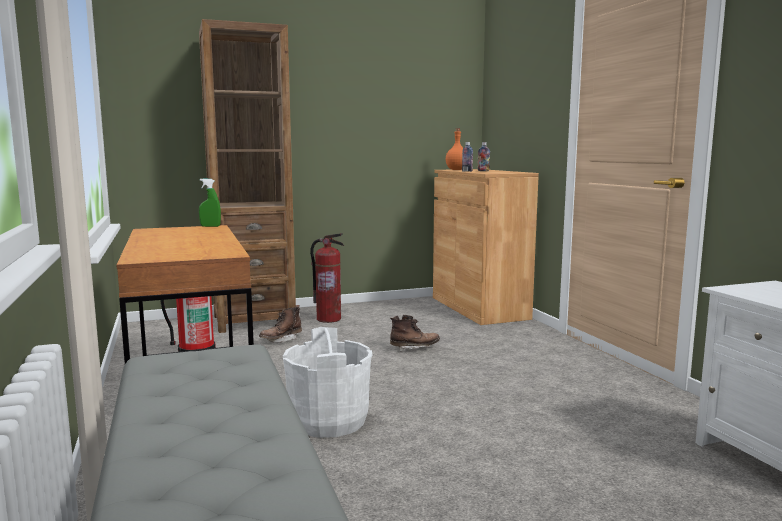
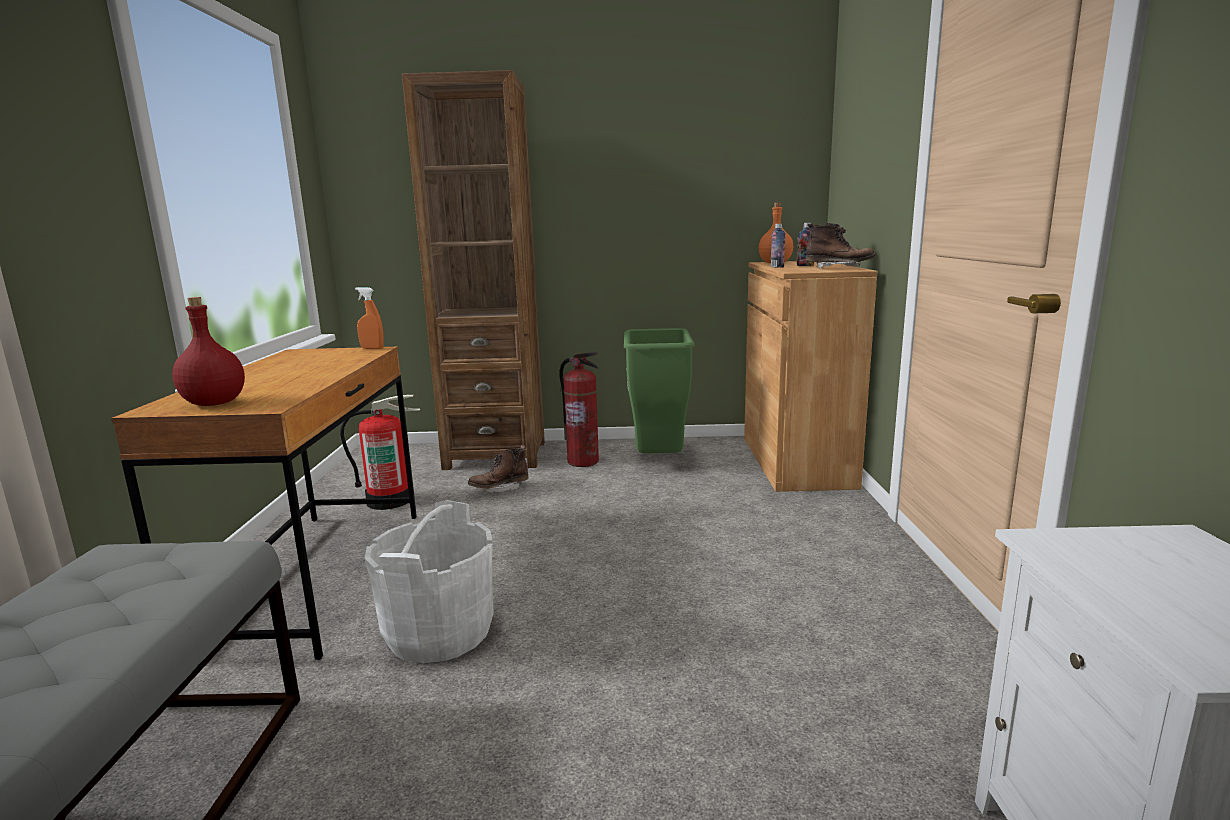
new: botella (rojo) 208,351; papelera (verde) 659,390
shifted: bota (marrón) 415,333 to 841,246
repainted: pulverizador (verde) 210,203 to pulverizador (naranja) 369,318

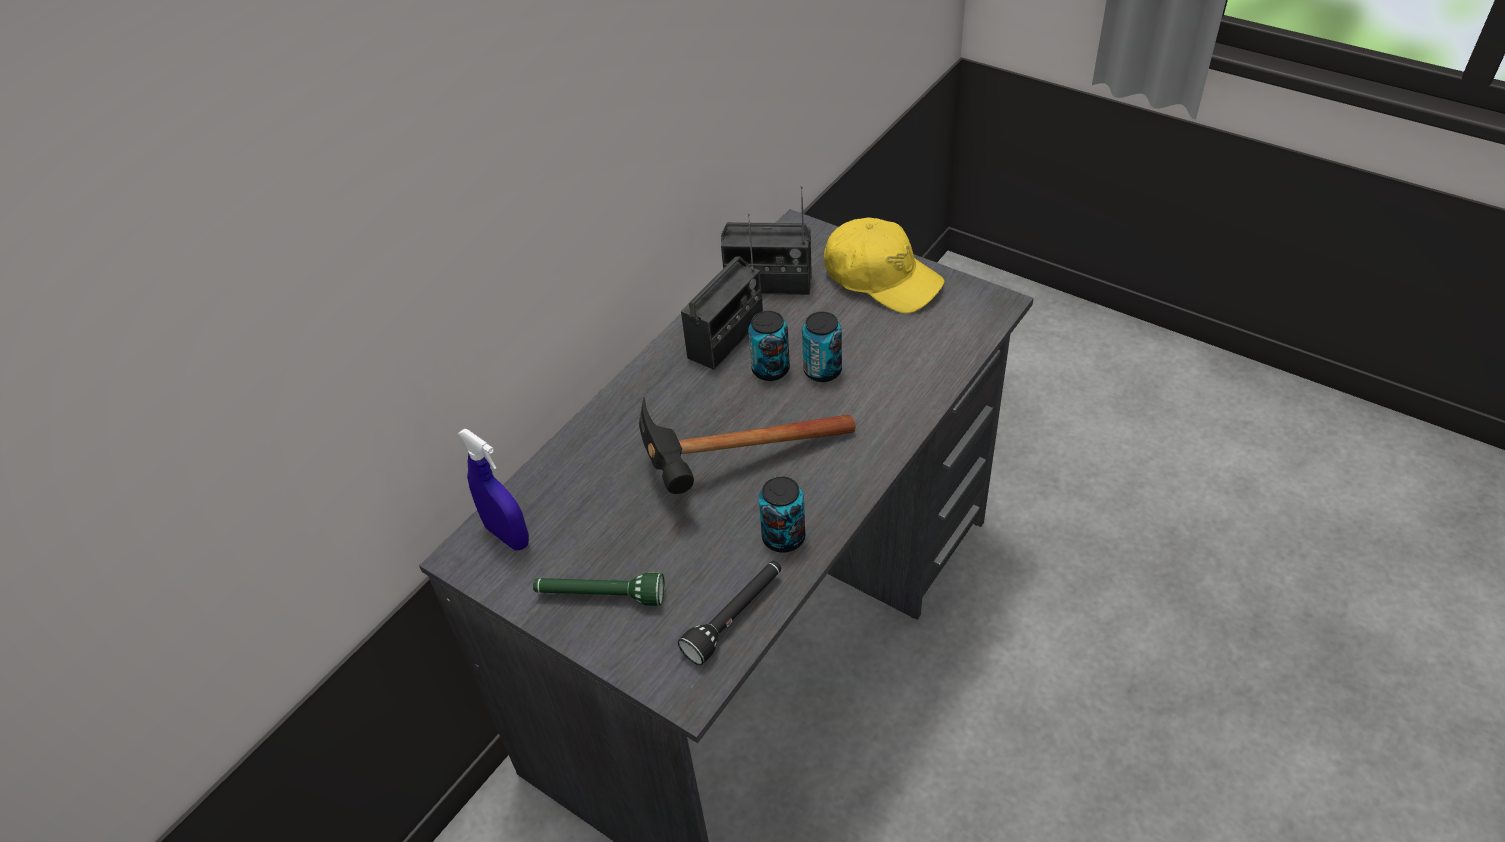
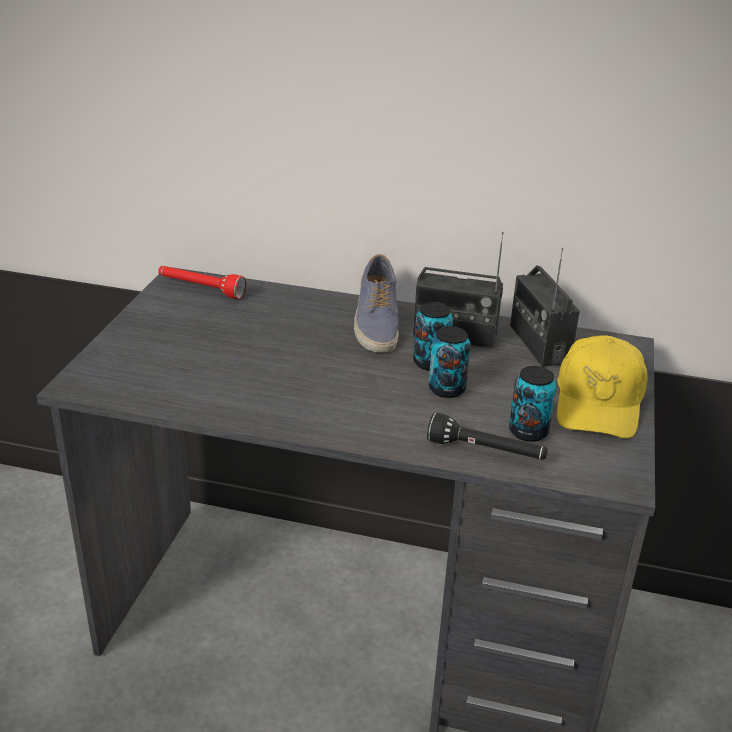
gone: linterna (verde) 599,589; martillo 747,445
new: zapato 376,303
shifted: linterna (negro) 729,613 to 487,436; lata 782,514 to 533,404
swapped: pulverizador (azul) 493,489 to linterna (rojo) 202,282

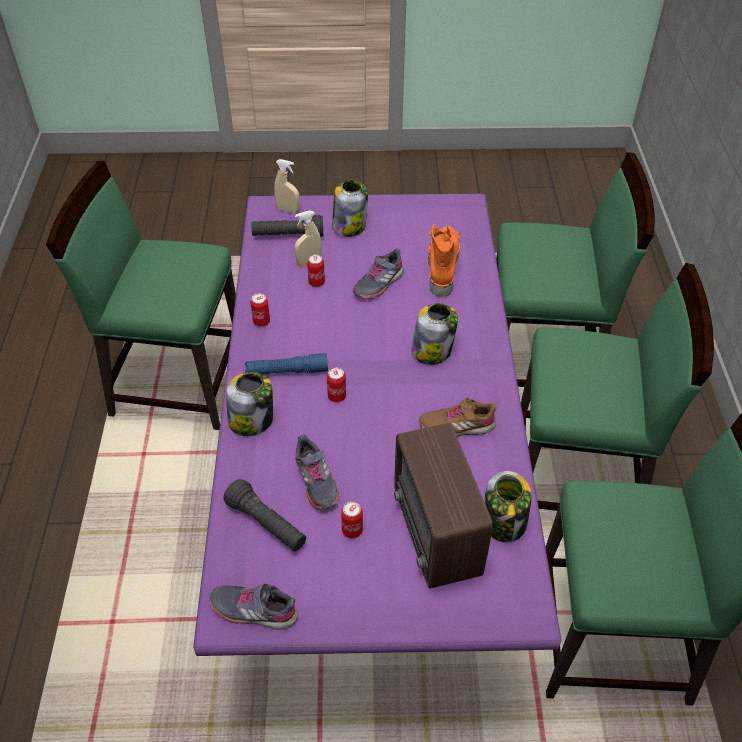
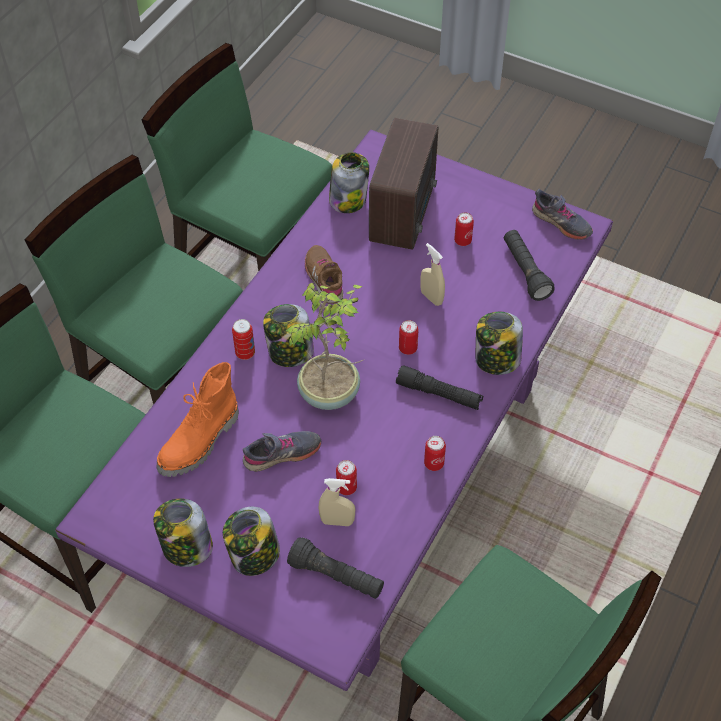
gone: zapato (gris) 317,472
new: tarro 183,532; lata 243,339; planta en maceta 324,346
shifted: pulverizador (beis) 287,186 to 432,274
repainted: linterna (azul) 286,364 to linterna (negro) 439,387
rotated: zapato (marrón) 457,417 = 324,274 135 degrees counterclockwise

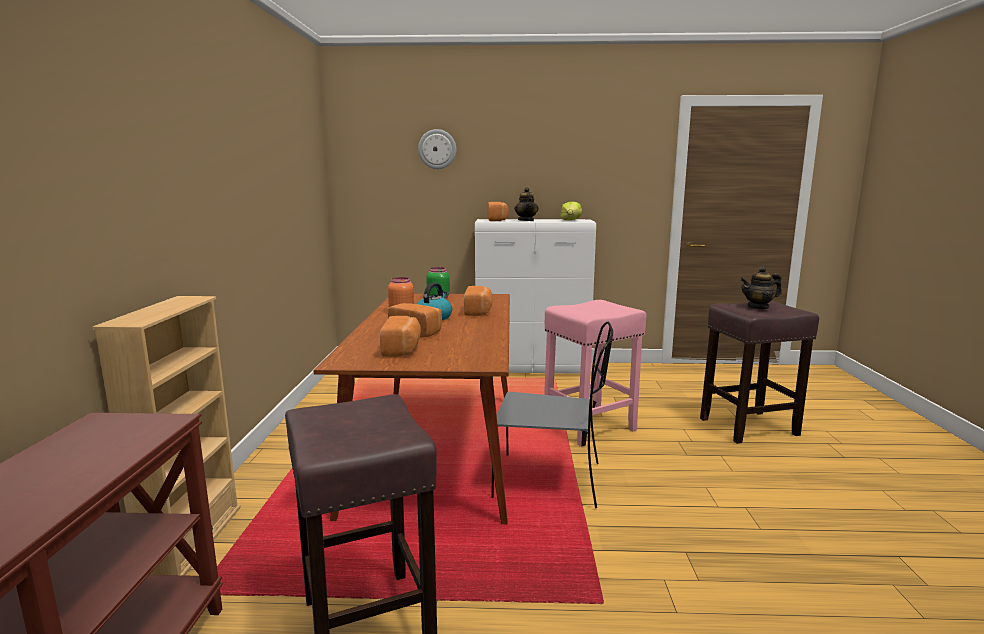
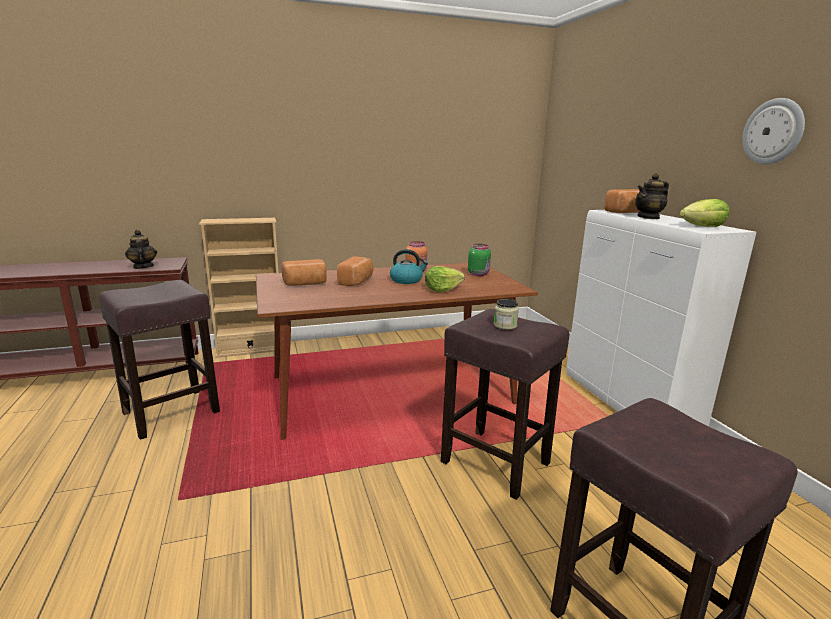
gone: silla (gris) 552,415
new: tarro 506,314
shifted: reloj de pared 437,149 to 773,131; tetera 761,288 to 141,249
swapped: pan 478,301 to lechuga 445,279
repainted: taburete (rosa) 595,373 to taburete (marrón) 505,404

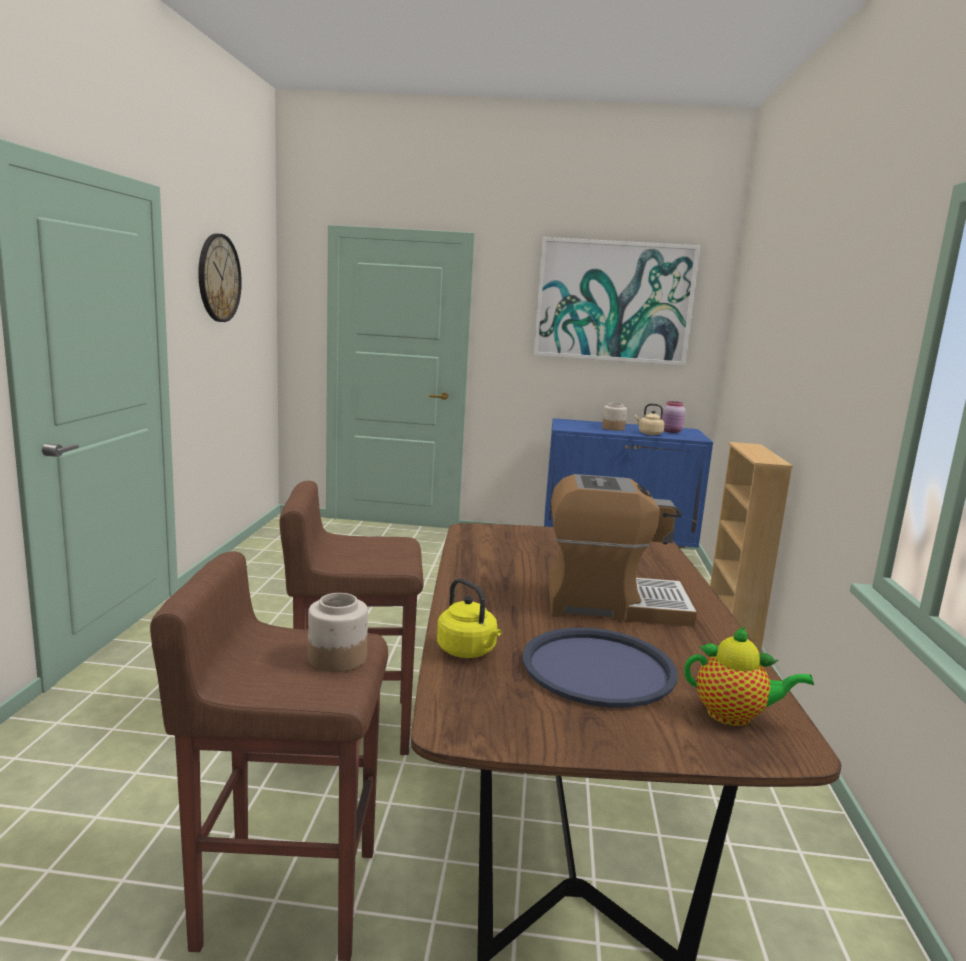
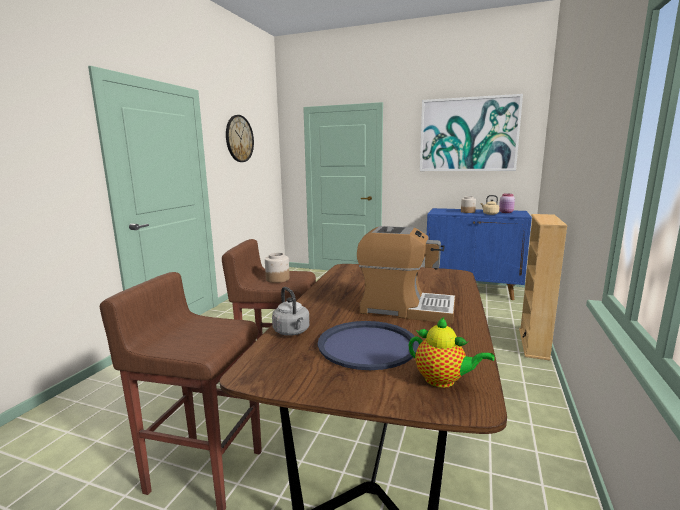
shifted: tarro 338,632 to 277,268
repainted: hervidor (amarillo) 469,618 to hervidor (gris) 291,311

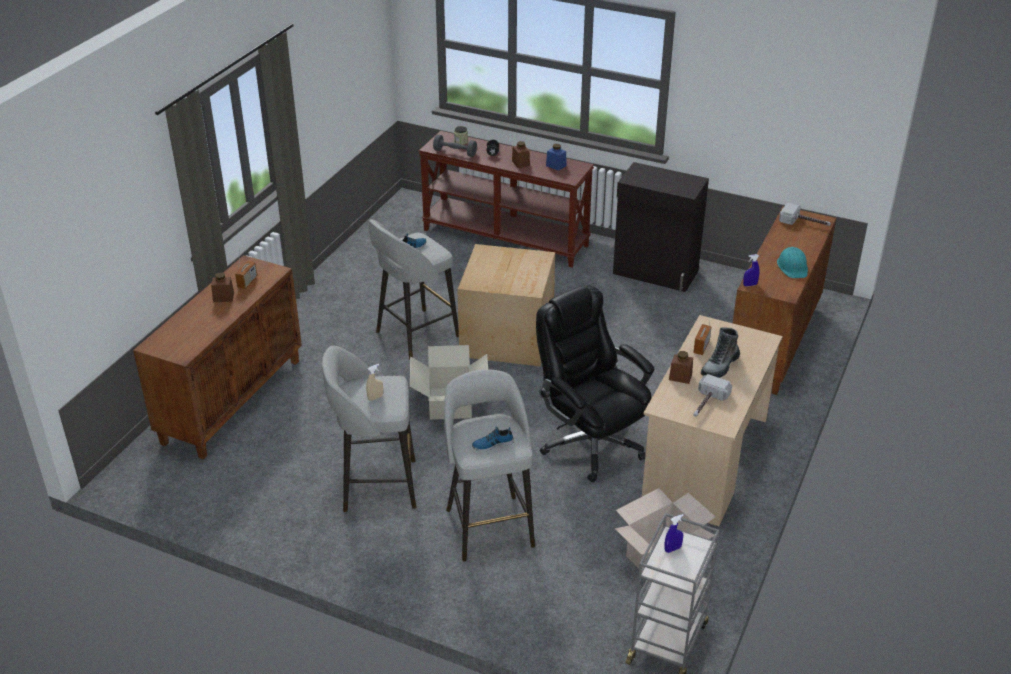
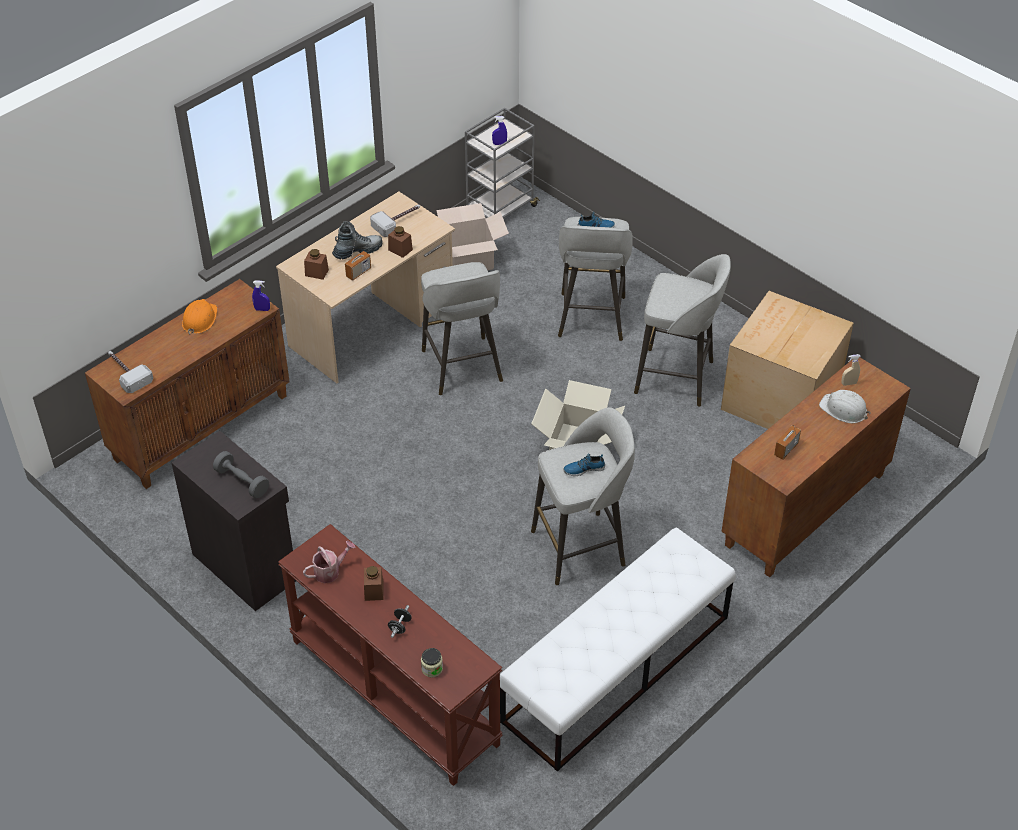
new: banco (blanco) 618,650; casco (blanco) 845,406
shifted: tarro (marrón) 222,287 to 316,264; pulverizador (beis) 374,382 to 851,370; mancuerna (gris) 455,145 to 241,474; caja de cartón 506,305 to 787,360
swapped: silla de oficina (negro) 595,383 to taburete (gris) 462,328; tarro (azul) 556,157 to regadera 329,562
repainted: casco (turquesa) 792,262 to casco (naranja) 199,316

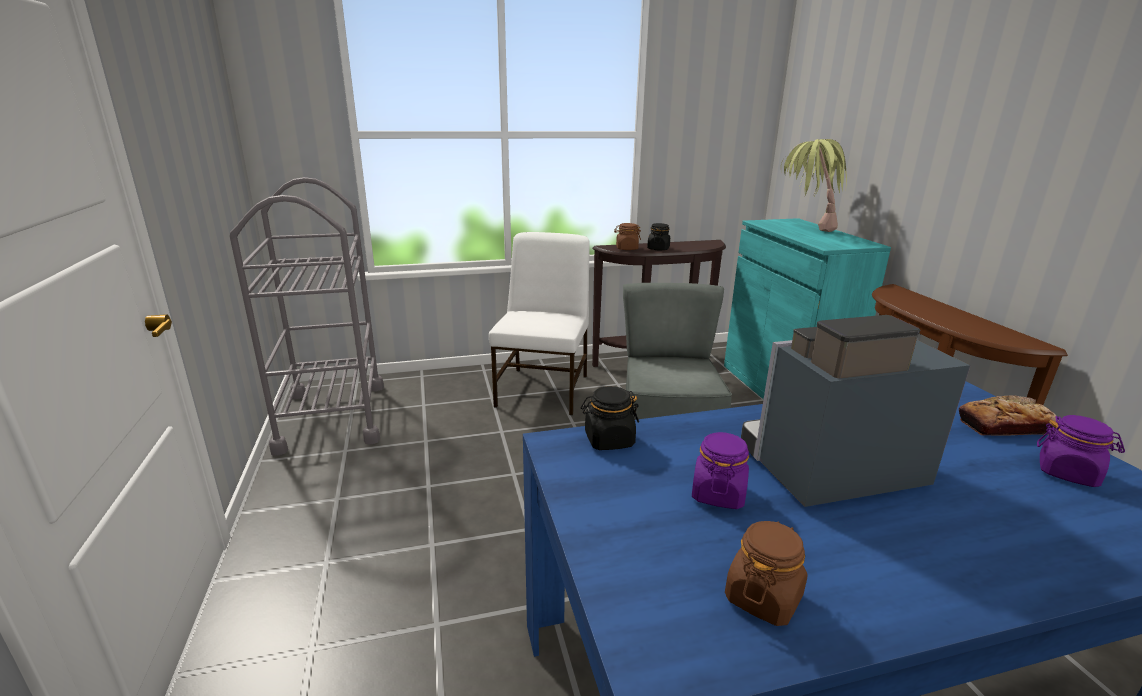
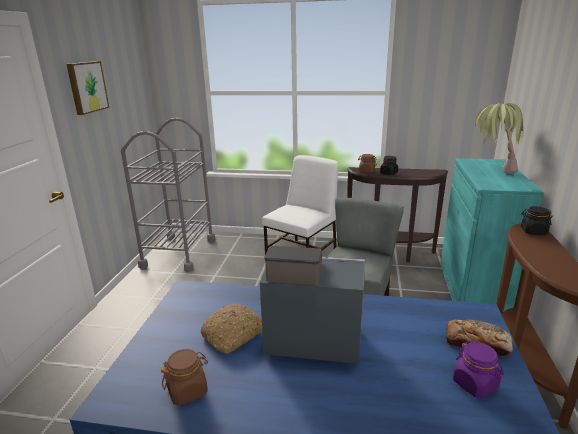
new: cuadro 87,88
shifted: tarro (negro) 610,418 to 537,220
swapped: tarro (morado) 720,470 to pan 231,329

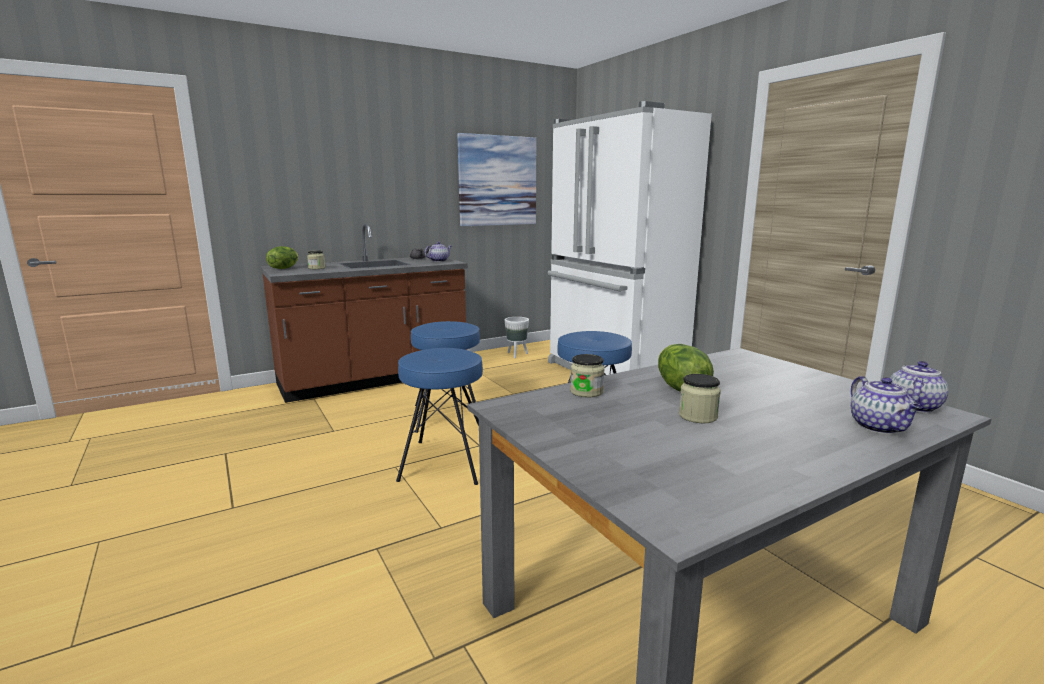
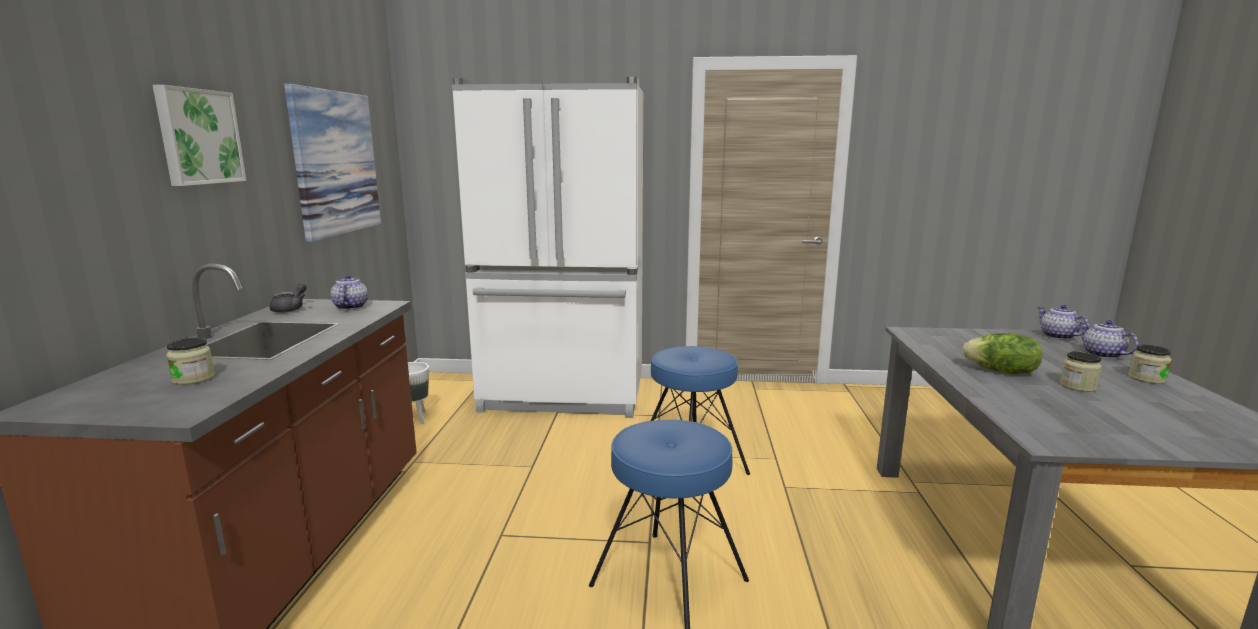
gone: lechuga 282,257; taburete (azul) 445,377
new: cuadro 199,135
shifted: tarro 587,375 to 1150,364
rotated: tetera 886,405 = 1109,339 135 degrees counterclockwise

